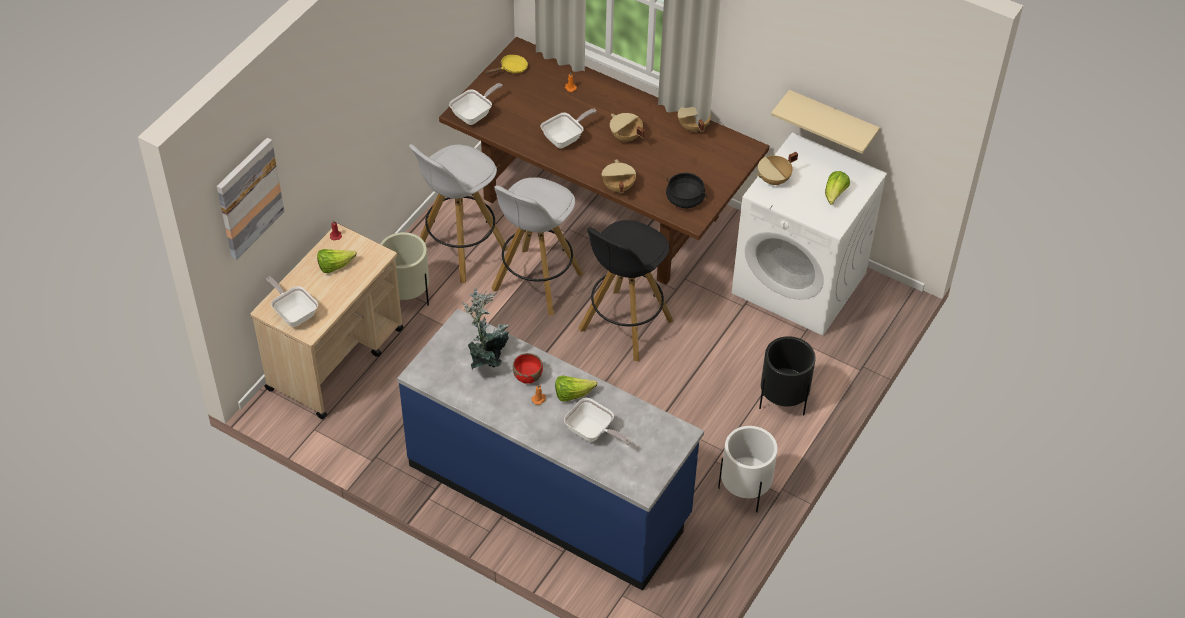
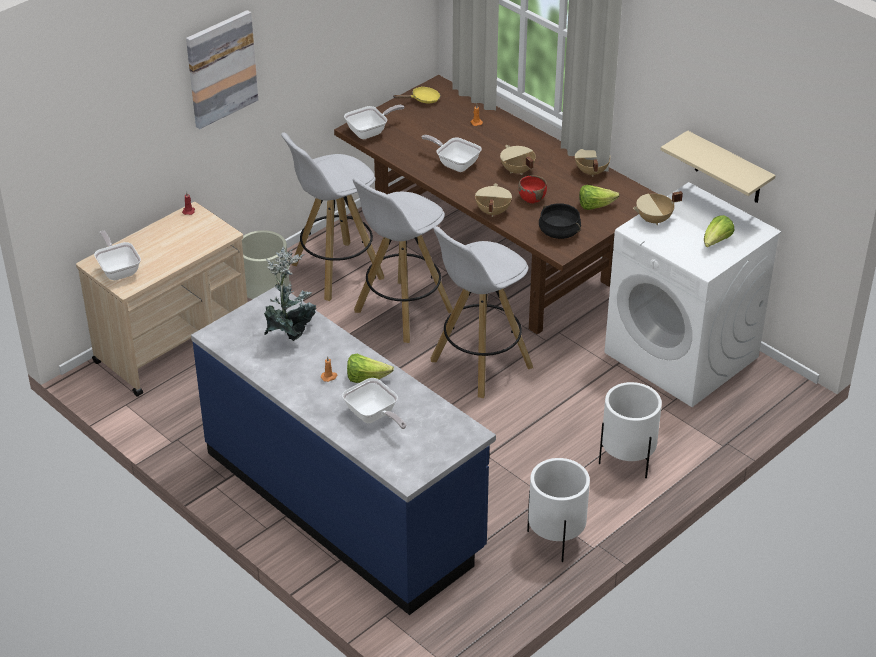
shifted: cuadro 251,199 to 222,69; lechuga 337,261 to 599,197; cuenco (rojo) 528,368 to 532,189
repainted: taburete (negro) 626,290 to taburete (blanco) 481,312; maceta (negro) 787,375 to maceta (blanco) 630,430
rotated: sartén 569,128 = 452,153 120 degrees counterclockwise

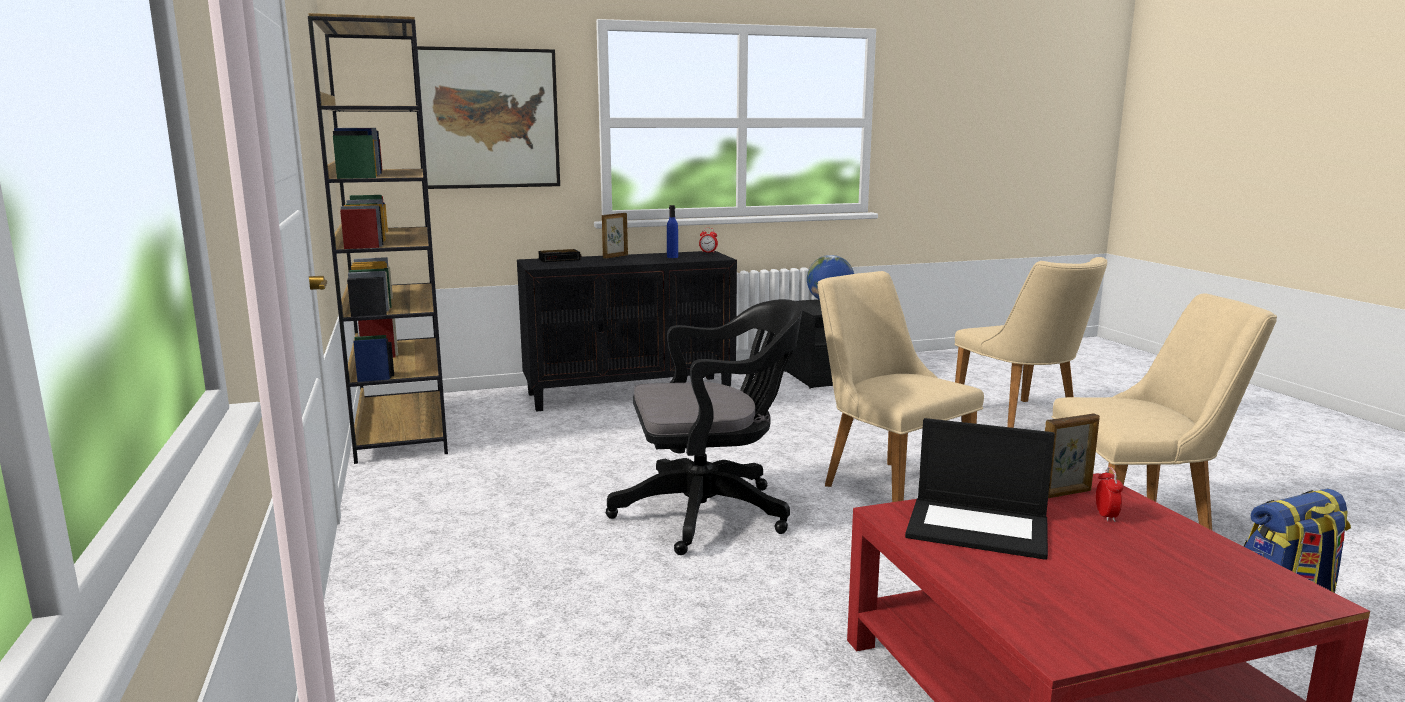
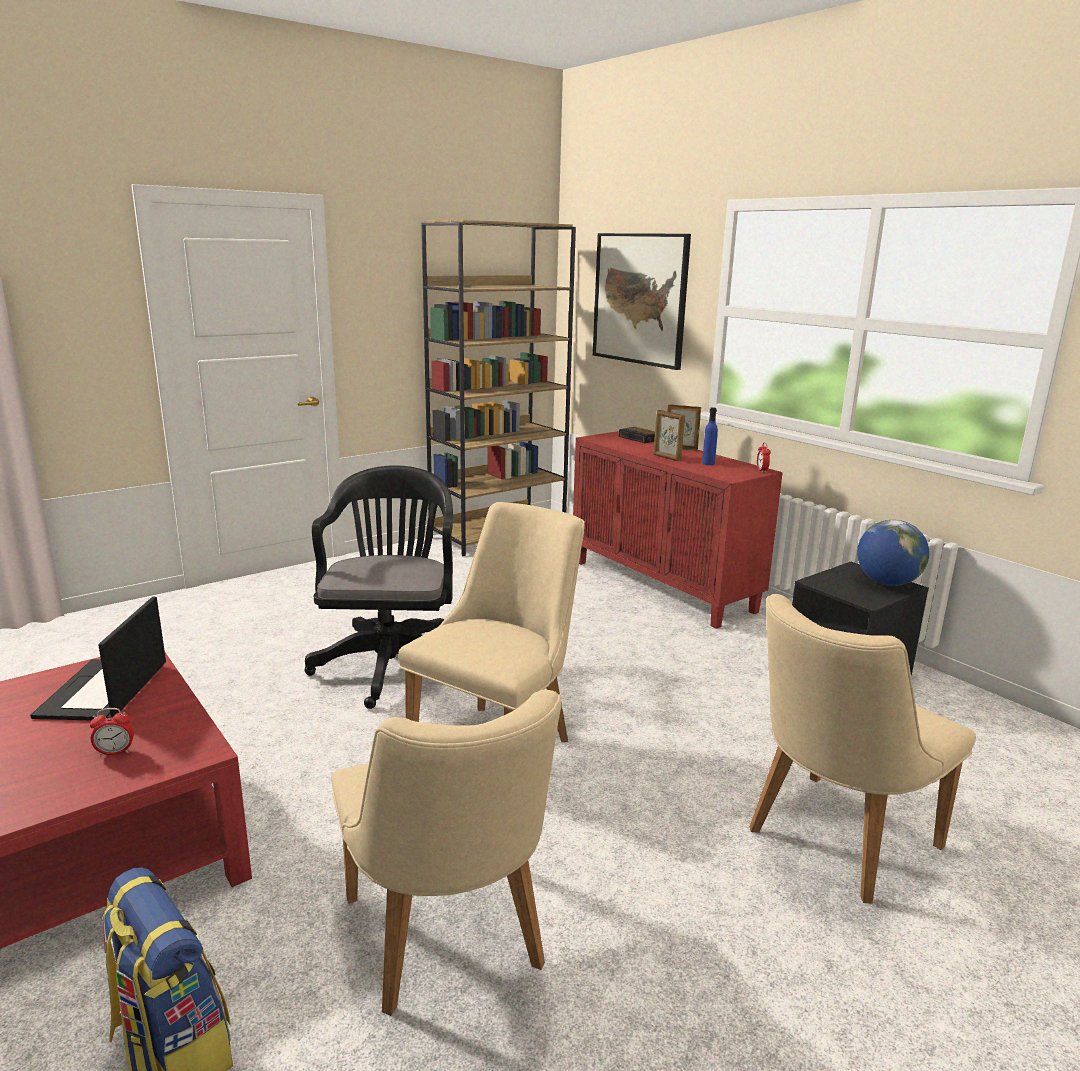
shifted: portarretratos 1072,455 to 669,435
repainted: armario (negro) 627,331 to armario (rojo) 678,530
rotated: silla de oficina (negro) 704,427 = 378,587 150 degrees counterclockwise

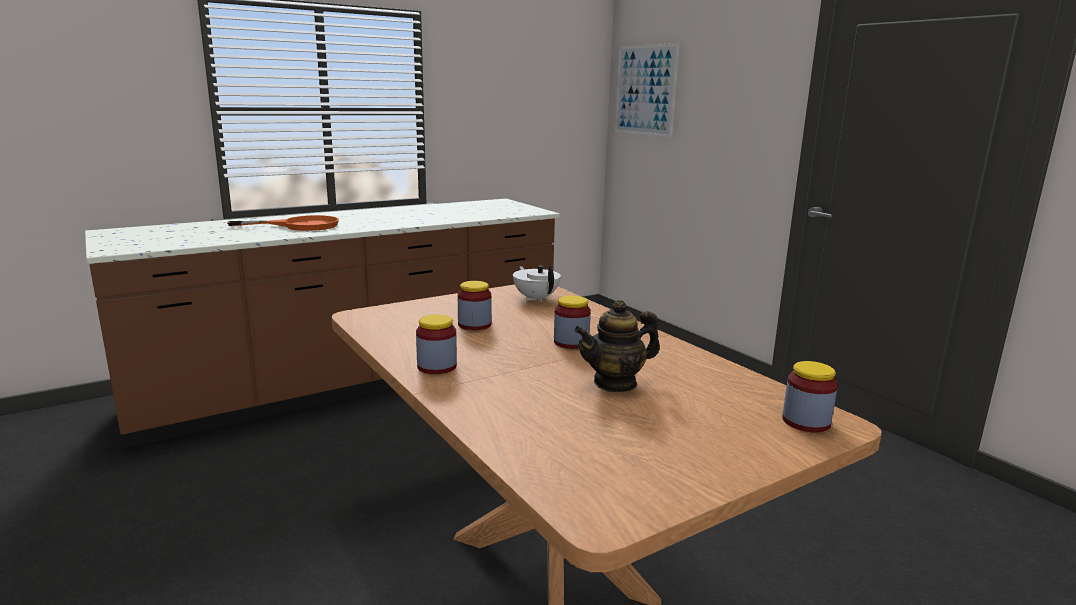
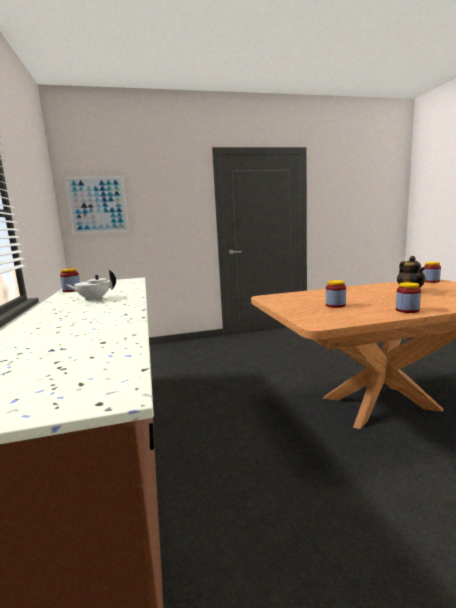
gone: sartén (naranja) 283,223
shifted: tetera (blanco) 537,283 to 91,285; tarro 572,322 to 70,280

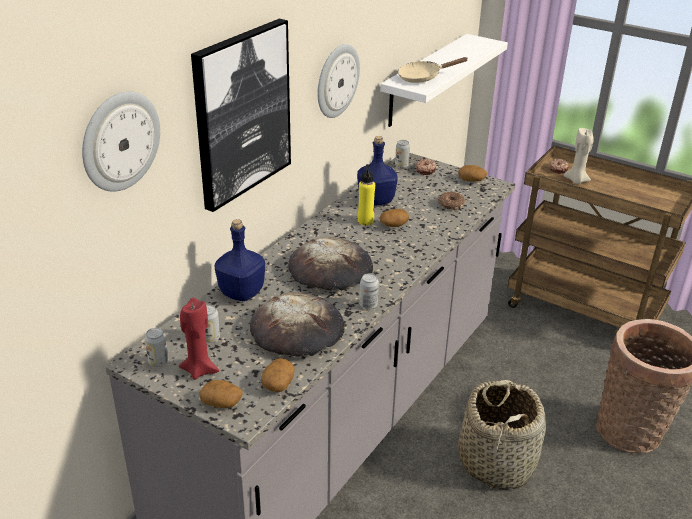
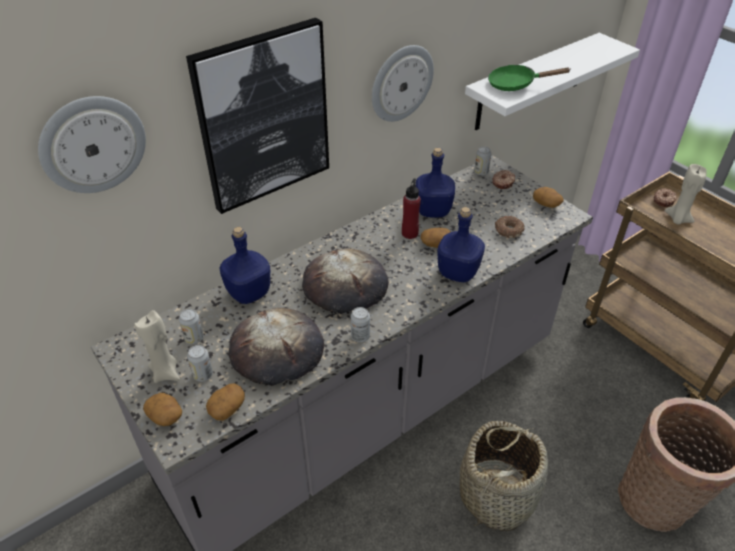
new: botella (azul) 461,244
shifted: lata 157,347 to 200,363
repainted: vela (rojo) 199,339 to vela (beis) 157,346; botella (amarillo) 366,194 to botella (rojo) 411,208; sartén (beis) 432,70 to sartén (verde) 529,78

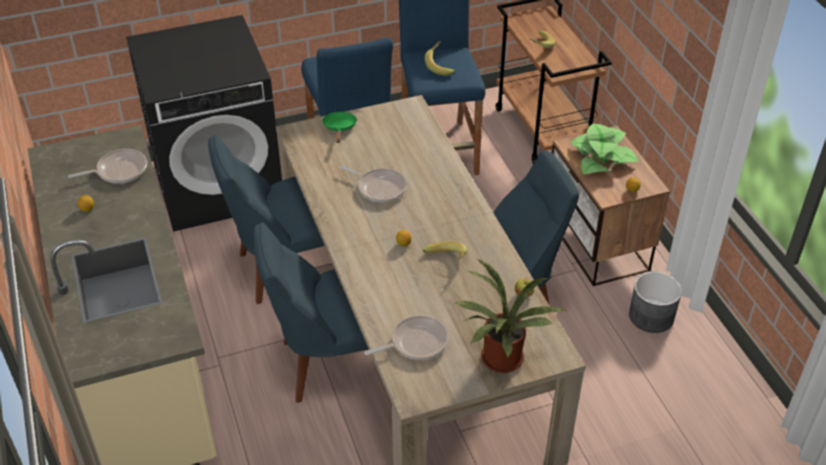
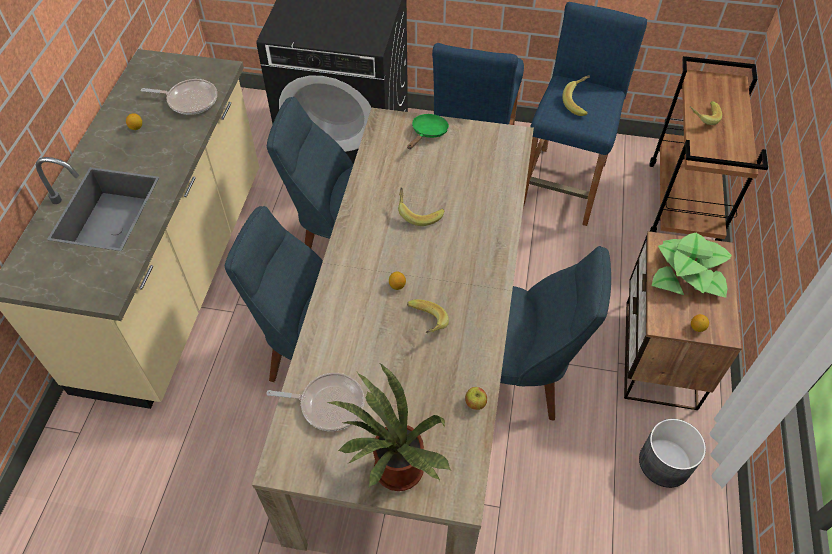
swapped: sartén 373,184 to plátano 421,206

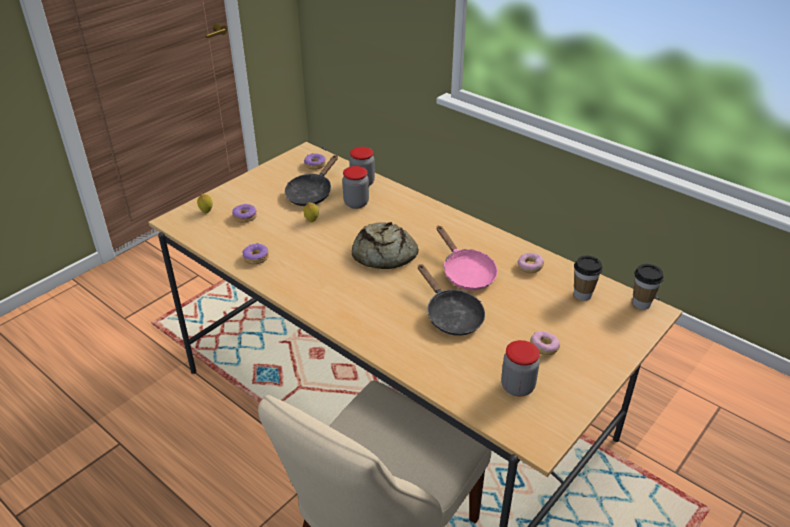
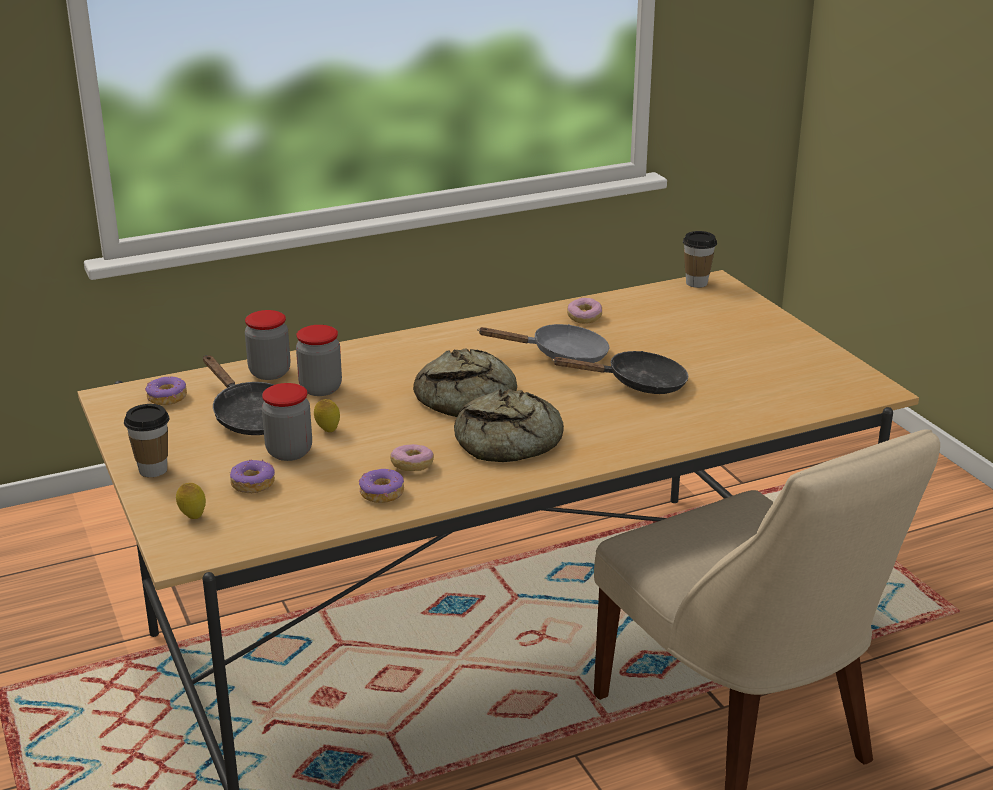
new: pan 509,425
shifted: tarro 520,368 to 287,422; rosquilla 545,343 to 412,457; taza 588,278 to 147,440
repainted: sartén (rosa) 467,258 to sartén (gris) 543,343

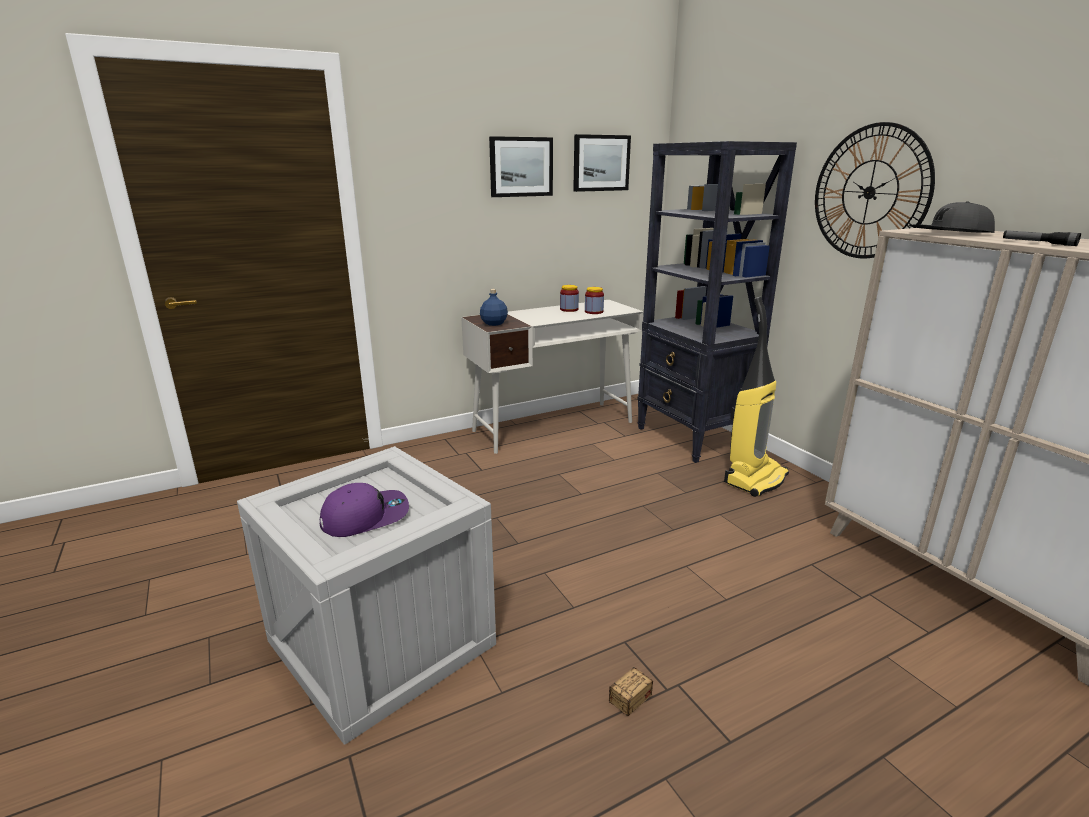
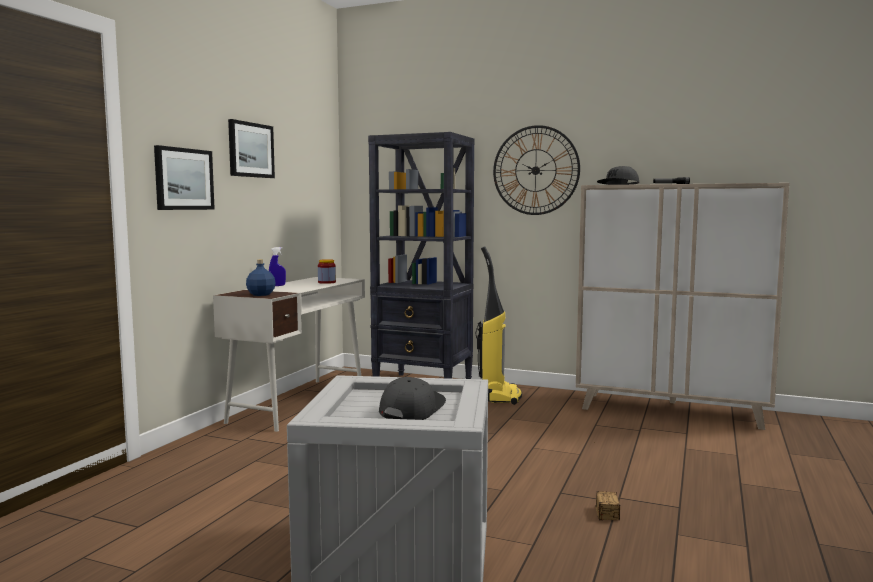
gone: tarro 569,298
new: pulverizador (azul) 277,266
shifted: cuadro 602,163 to 184,177
repainted: gorra (morado) 364,510 to gorra (gris) 412,398

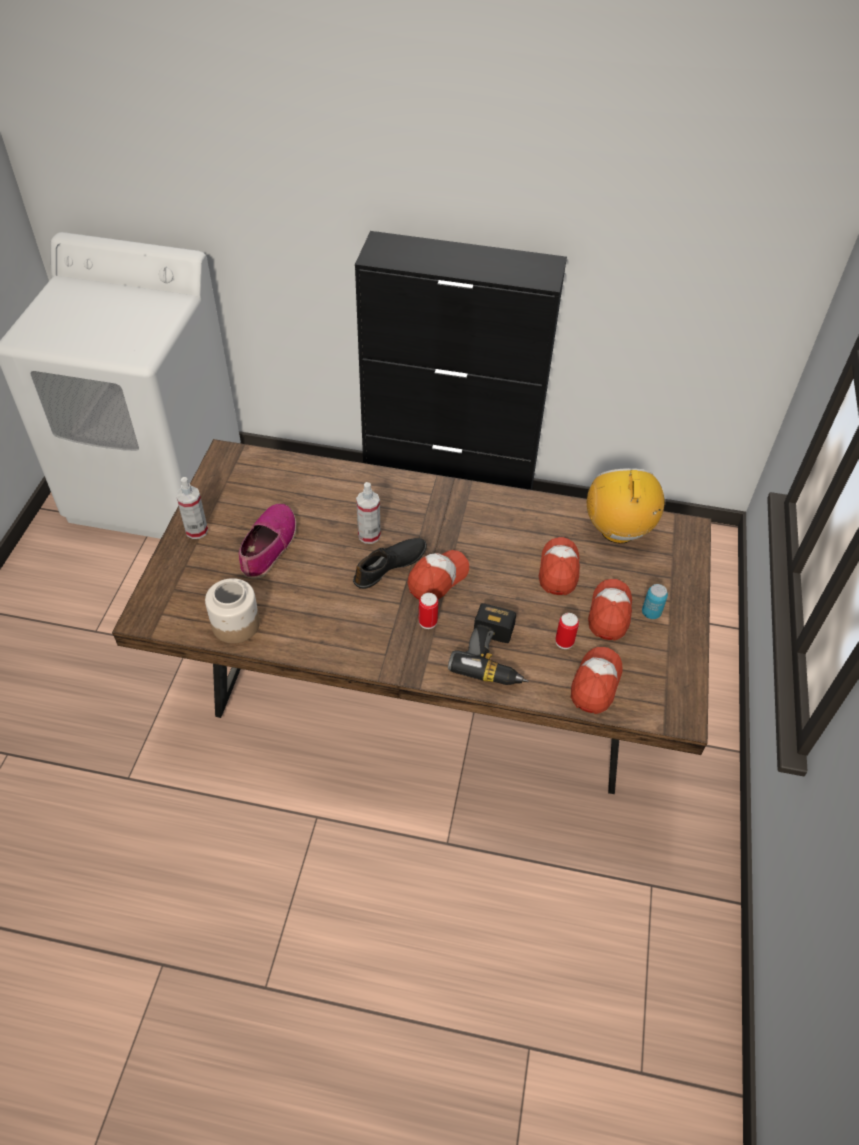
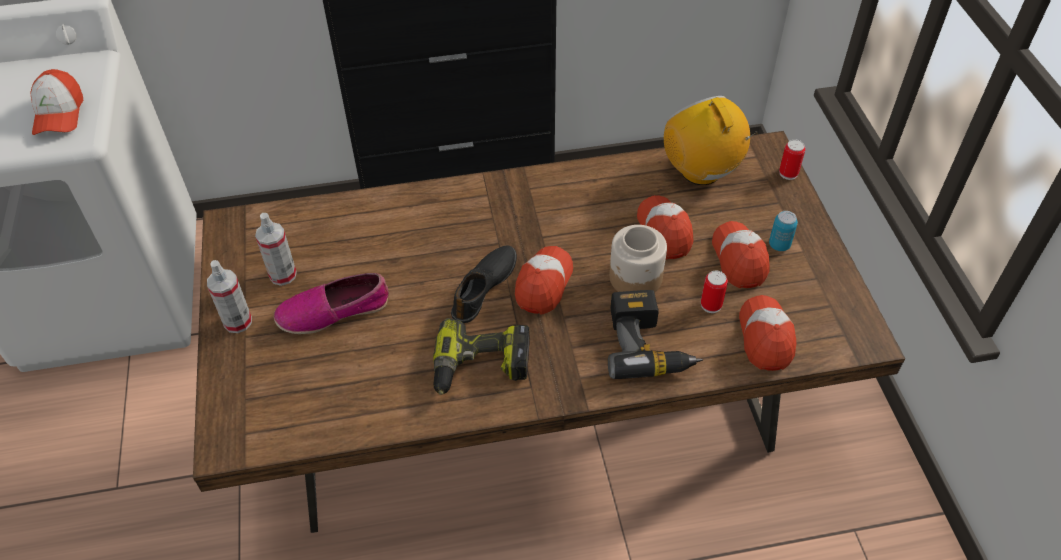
new: gorra 56,102; taladro 481,356
shifted: tarro 232,611 to 638,259; pulverizador 368,513 to 276,249; lata 428,611 to 792,159
rotated: zapato 267,541 = 331,303 105 degrees counterclockwise

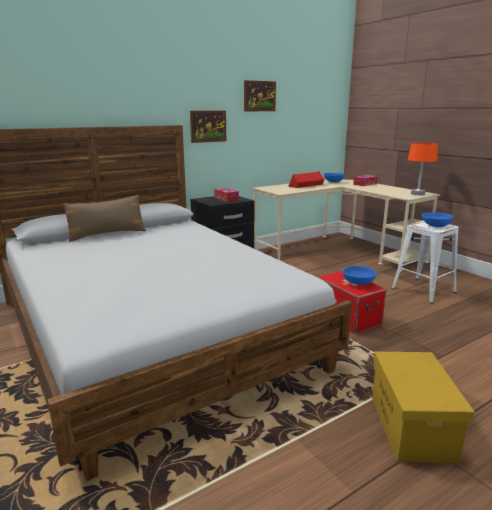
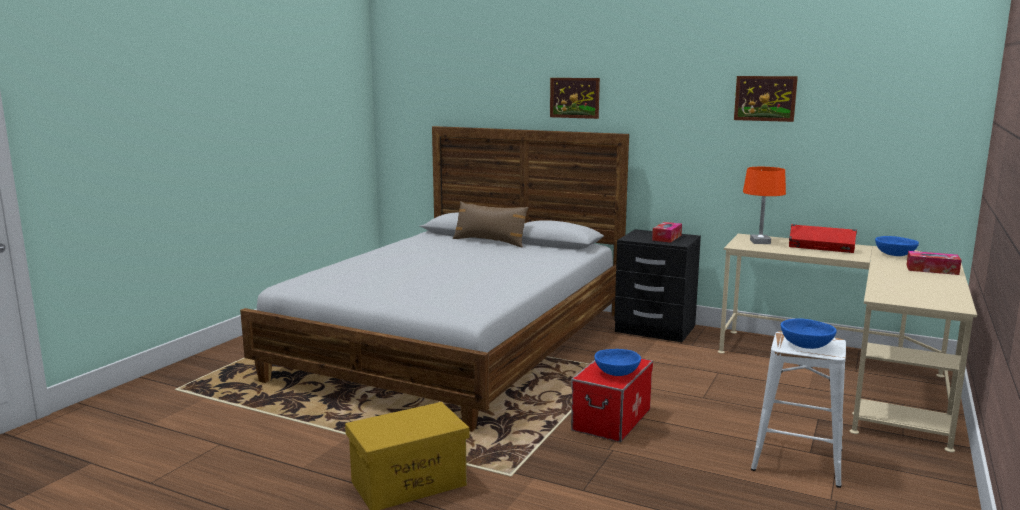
shifted: cuadro 208,127 to 575,98; lámpara de mesa (naranja) 423,169 to 764,205

